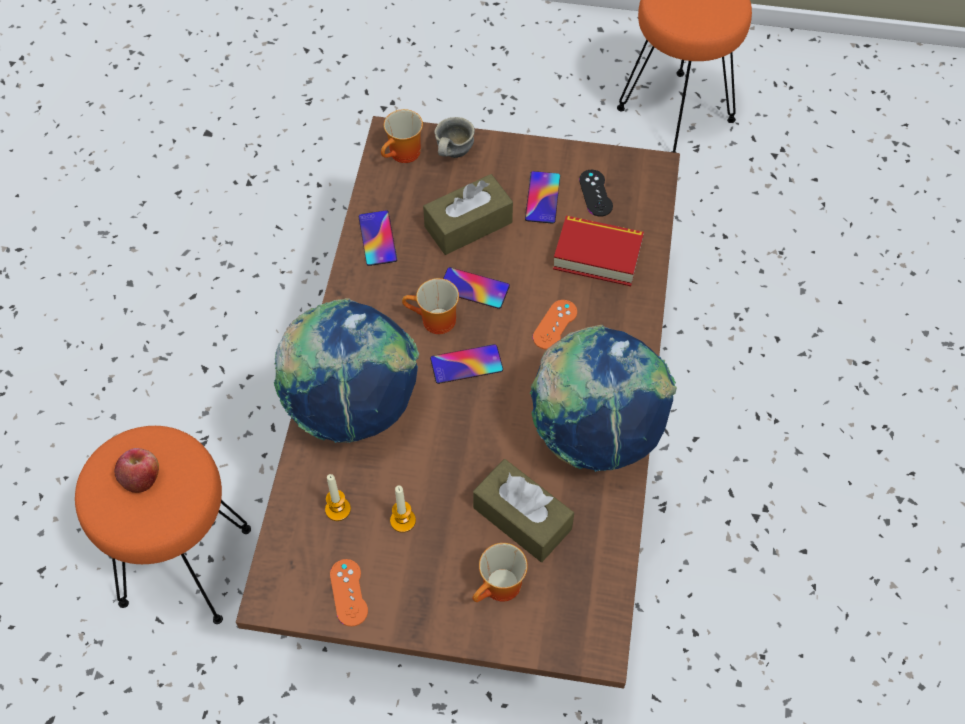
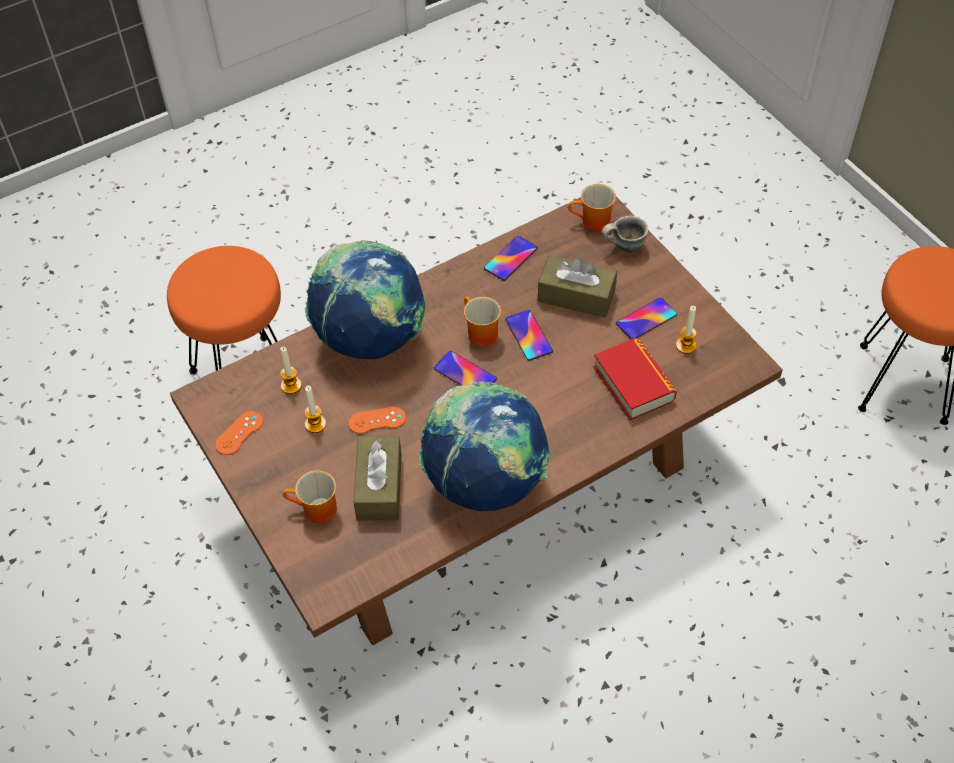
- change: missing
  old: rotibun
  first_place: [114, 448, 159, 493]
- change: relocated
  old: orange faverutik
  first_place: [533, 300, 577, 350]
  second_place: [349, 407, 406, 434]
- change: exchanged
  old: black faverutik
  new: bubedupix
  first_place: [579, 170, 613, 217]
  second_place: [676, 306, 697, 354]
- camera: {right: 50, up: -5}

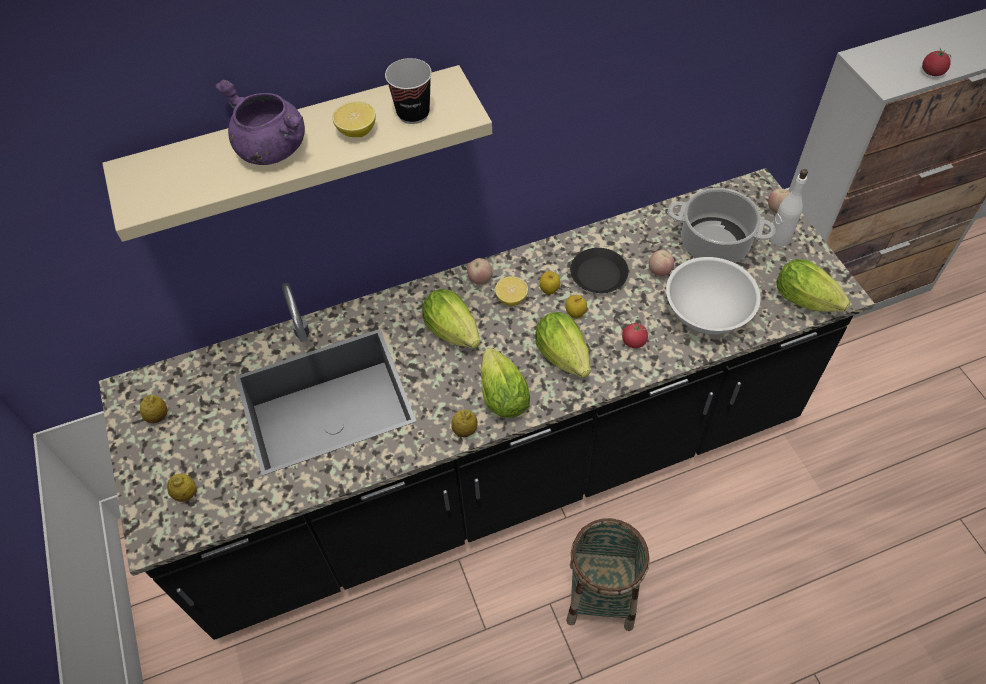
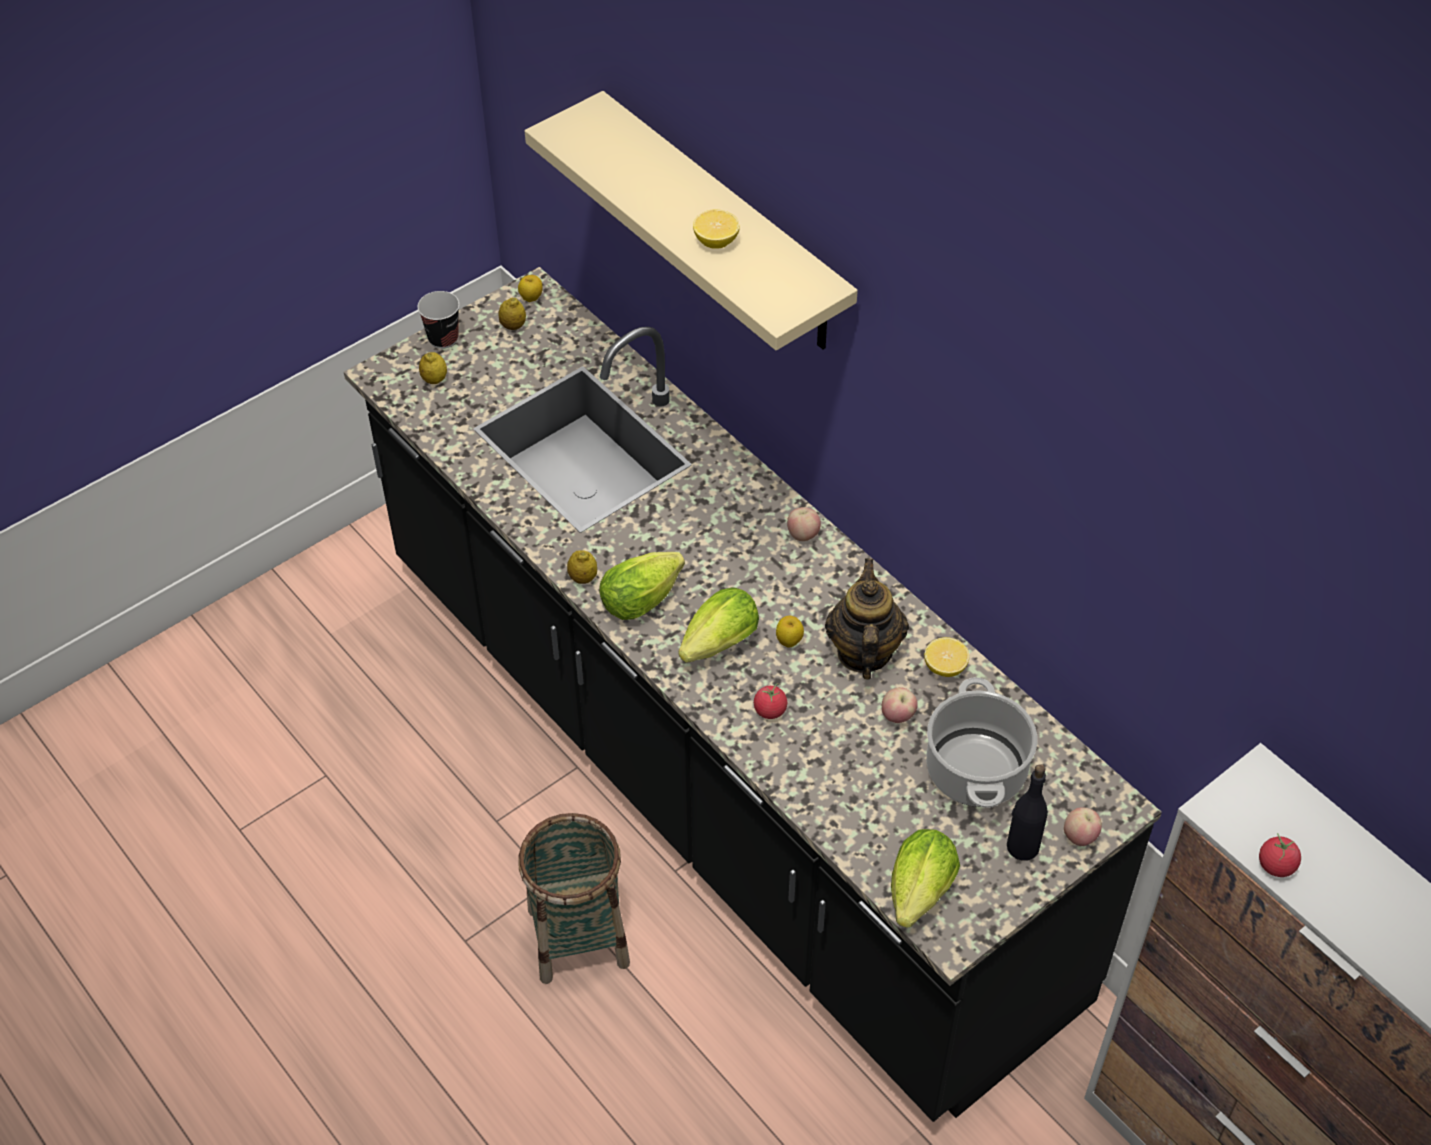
- change: missing
  old: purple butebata
  first_place: [215, 80, 305, 165]
- change: missing
  old: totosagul
  first_place: [422, 289, 480, 348]
- change: missing
  old: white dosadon
  first_place: [666, 257, 761, 335]
- change: relocated
  old: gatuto
  first_place: [385, 58, 432, 124]
  second_place: [417, 291, 459, 349]
- change: relocated
  old: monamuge
  first_place: [495, 276, 528, 306]
  second_place: [924, 637, 969, 677]
- change: relocated
  old: rotibun
  first_place: [540, 271, 560, 295]
  second_place: [518, 275, 543, 302]
- change: exchanged
  old: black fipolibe
  new: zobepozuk
  first_place: [570, 248, 629, 293]
  second_place: [825, 558, 909, 679]
- change: colour
  old: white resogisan
  new: black resogisan
  first_place: [770, 169, 808, 246]
  second_place: [1007, 764, 1048, 861]
- camera: {right: 70, up: -5}

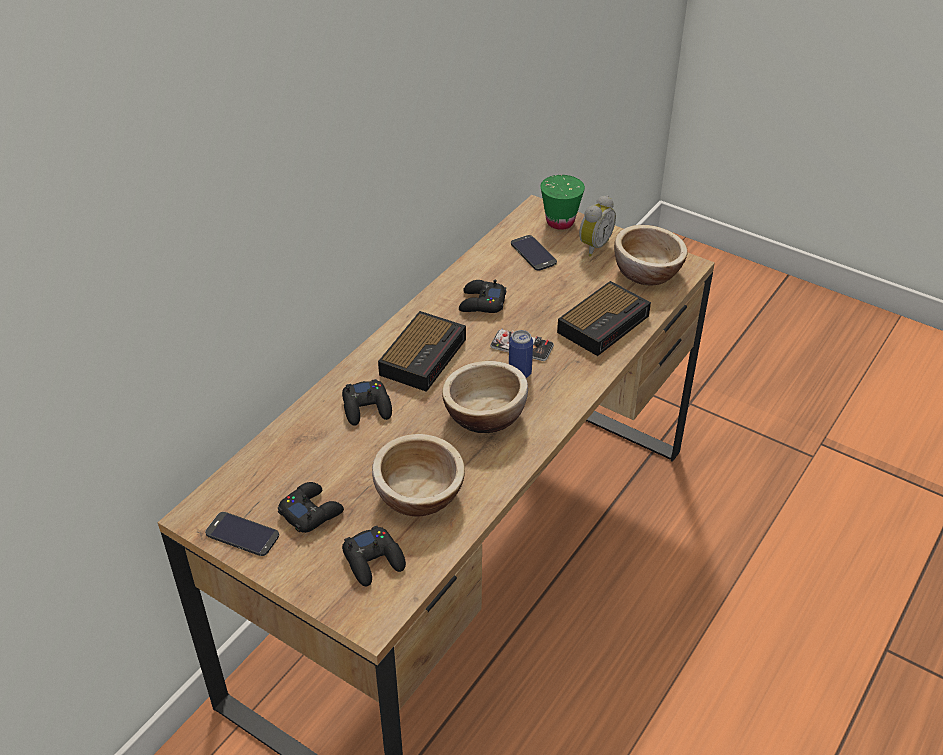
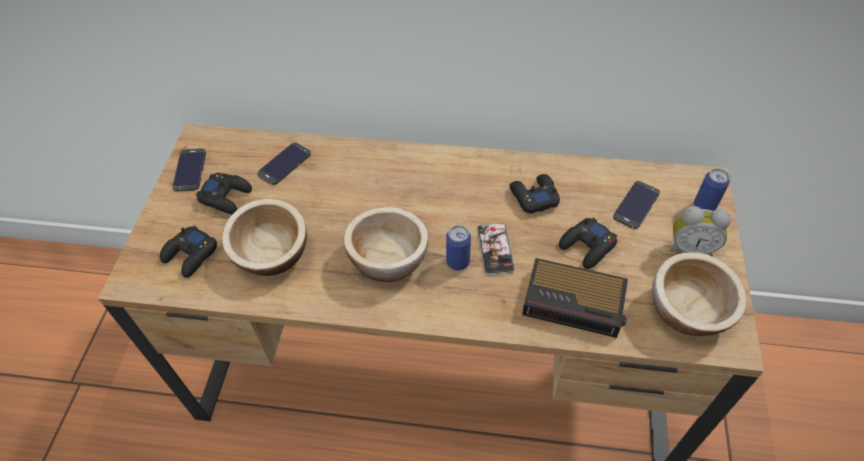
- change: missing
  old: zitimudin
  first_place: [378, 311, 466, 392]
- change: appeared
  new: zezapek
  second_place: [257, 142, 311, 185]
- change: relocated
  old: black faverutik
  first_place: [342, 379, 392, 426]
  second_place: [559, 218, 617, 269]
- change: exchanged
  old: green gatuto
  new: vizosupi
  first_place: [541, 175, 585, 230]
  second_place: [694, 168, 730, 211]
- camera: {right: 65, up: 10}

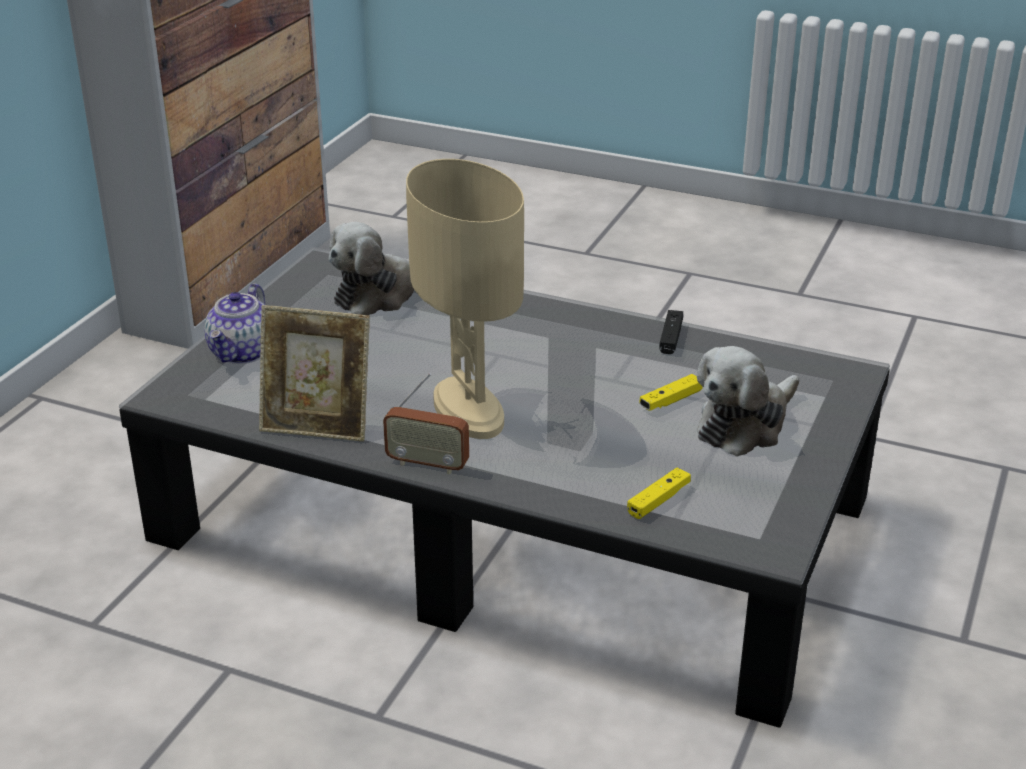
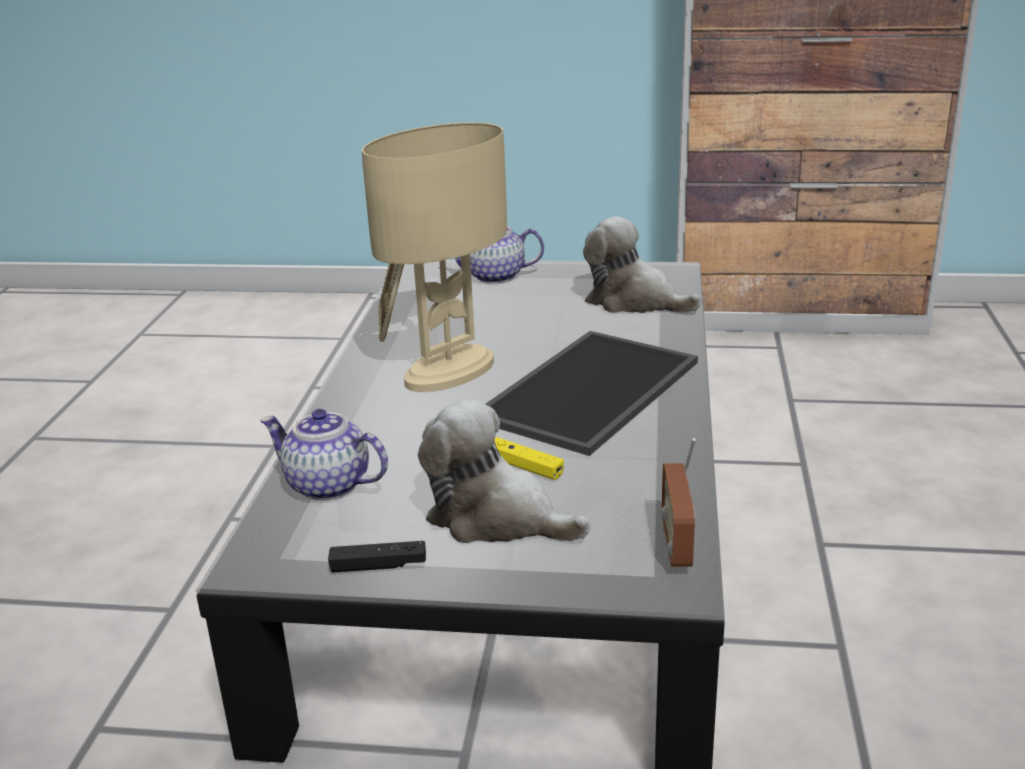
- change: appeared
  new: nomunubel
  second_place: [486, 331, 698, 456]
- change: relocated
  old: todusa
  first_place: [383, 373, 469, 475]
  second_place: [661, 438, 696, 567]
- change: relocated
  old: black faverutik
  first_place: [659, 310, 683, 354]
  second_place: [328, 541, 426, 572]
- change: exchanged
  old: yellow faverutik
  new: zobepozuk
  first_place: [627, 468, 691, 519]
  second_place: [260, 409, 388, 501]
- camera: {right: 75, up: -5}

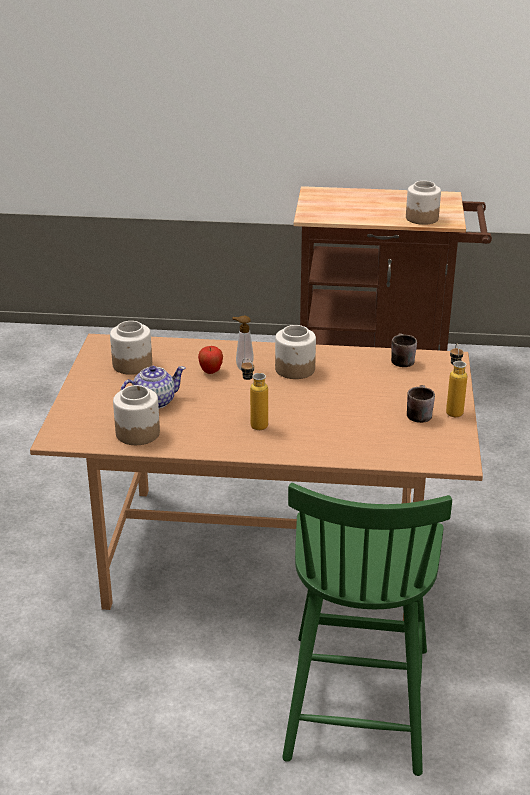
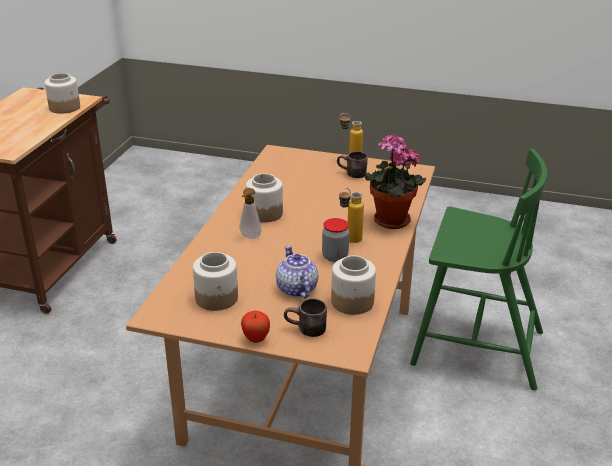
- change: appeared
  new: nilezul
  second_place: [322, 218, 350, 262]
- change: appeared
  new: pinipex
  second_place: [365, 134, 426, 229]
- change: relocated
  old: rotibun
  first_place: [198, 346, 223, 374]
  second_place: [241, 311, 270, 343]
- change: relocated
  old: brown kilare
  first_place: [391, 333, 417, 367]
  second_place: [284, 298, 327, 337]
- camera: {right: -80, up: 0}

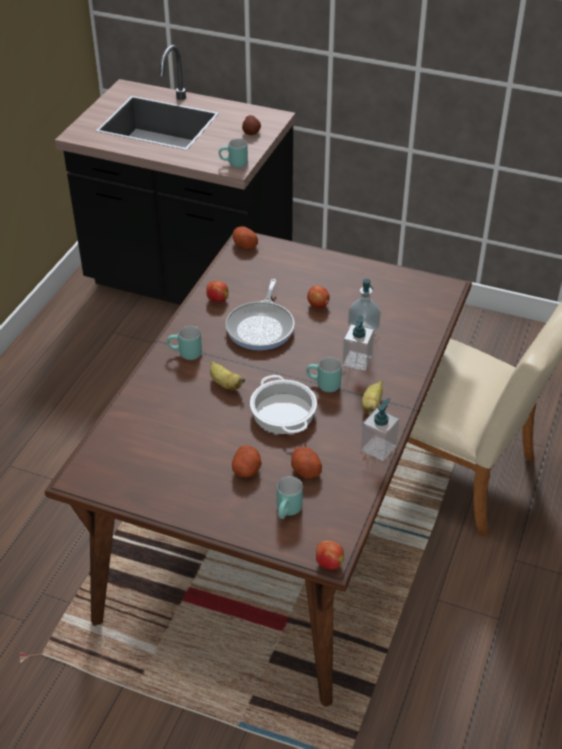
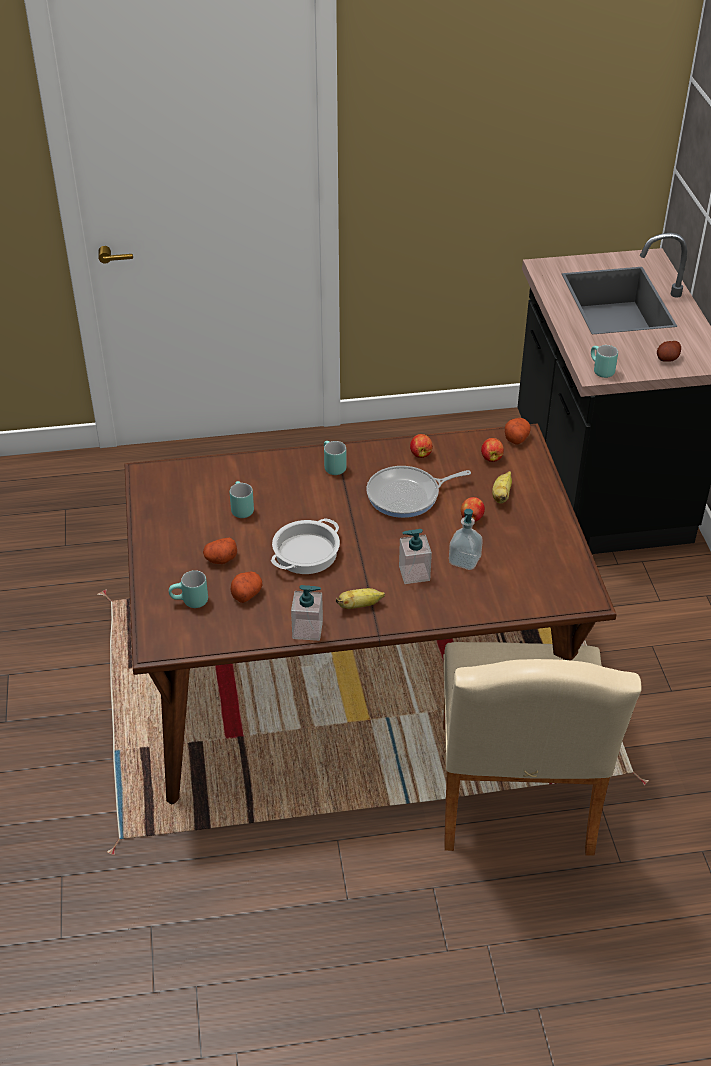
- change: relocated
  old: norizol
  first_place: [210, 361, 245, 390]
  second_place: [492, 471, 512, 504]
- change: relocated
  old: turquoise kilare
  first_place: [306, 357, 342, 392]
  second_place: [230, 481, 254, 518]
- change: relocated
  old: rotibun
  first_place: [316, 541, 344, 570]
  second_place: [481, 438, 504, 462]
- camera: {right: 60, up: 0}

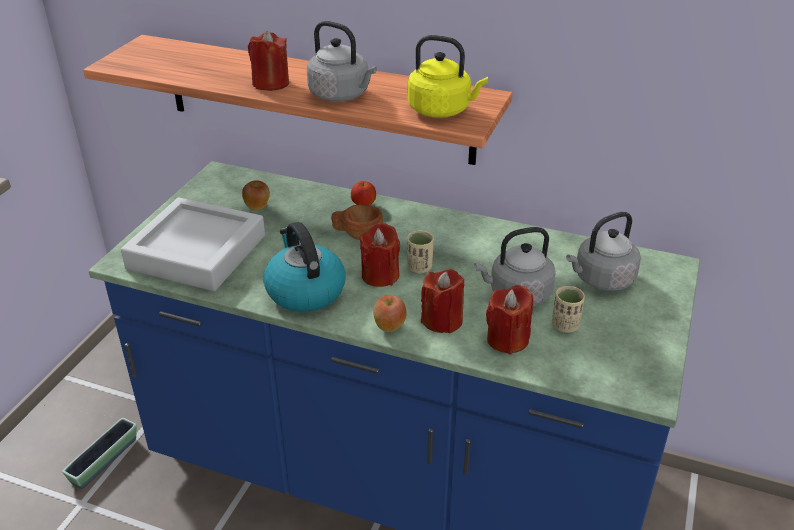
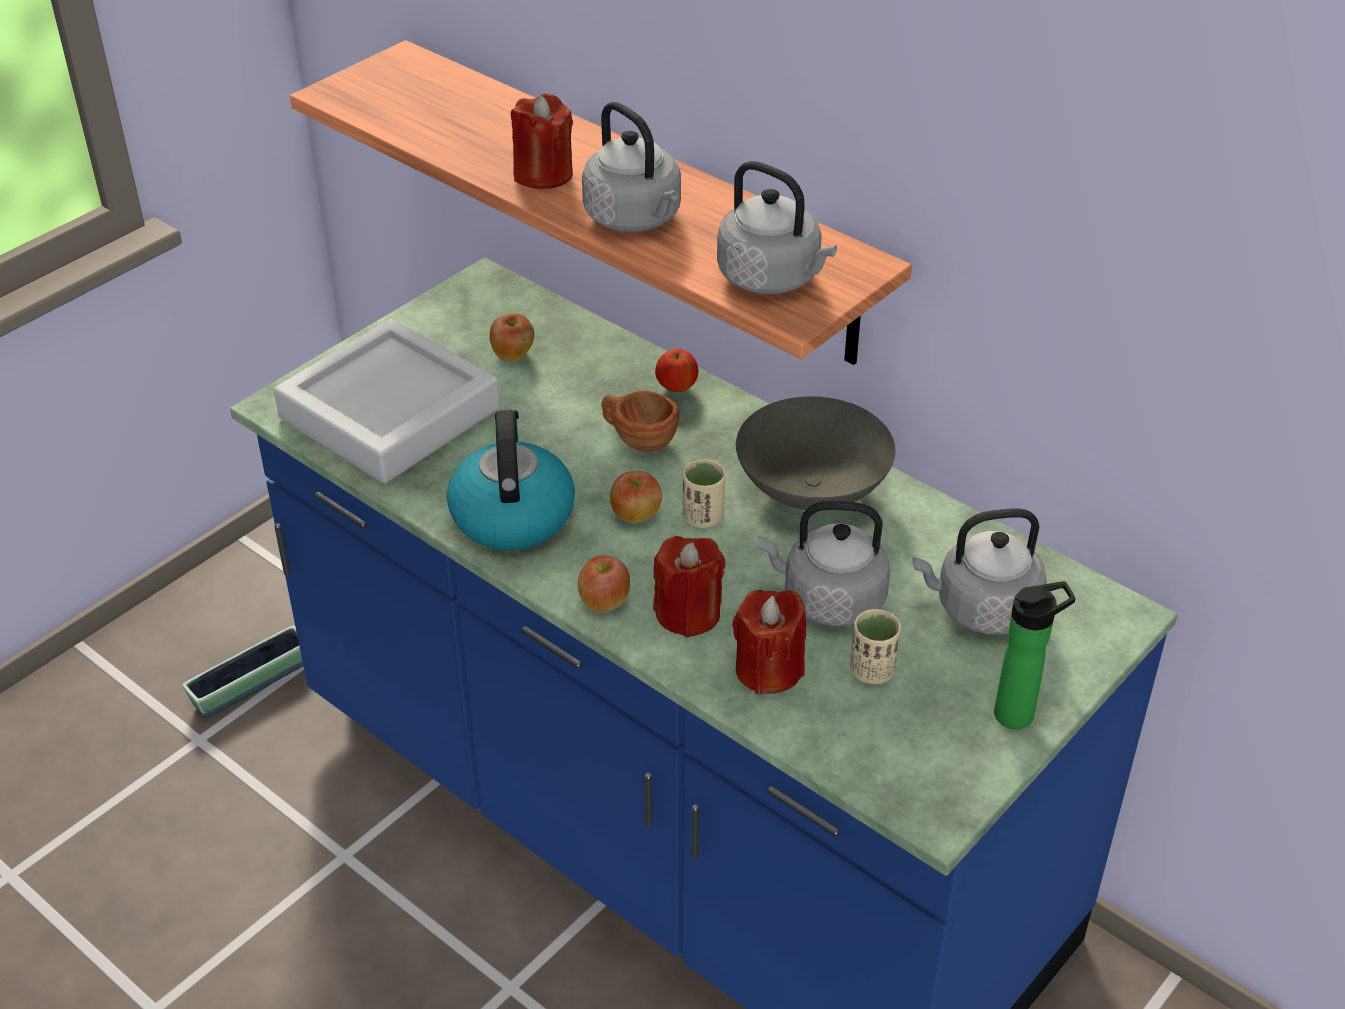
- change: appeared
  new: grey dosadon
  second_place: [736, 396, 896, 511]
- change: appeared
  new: resogisan
  second_place: [994, 581, 1075, 729]
- change: exchanged
  old: red bubedupix
  new: rotibun
  first_place: [360, 223, 400, 287]
  second_place: [610, 471, 662, 524]
- change: colour
  old: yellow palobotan
  new: grey palobotan
  first_place: [408, 35, 488, 118]
  second_place: [717, 161, 837, 294]
- camera: {right: 20, up: 5}

